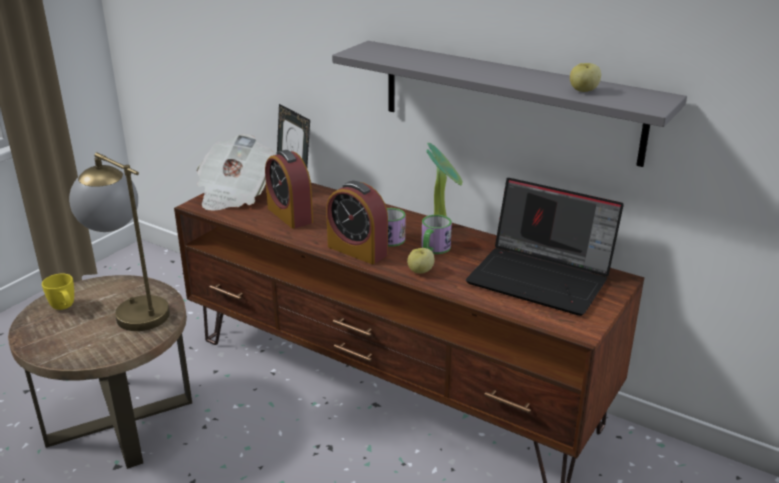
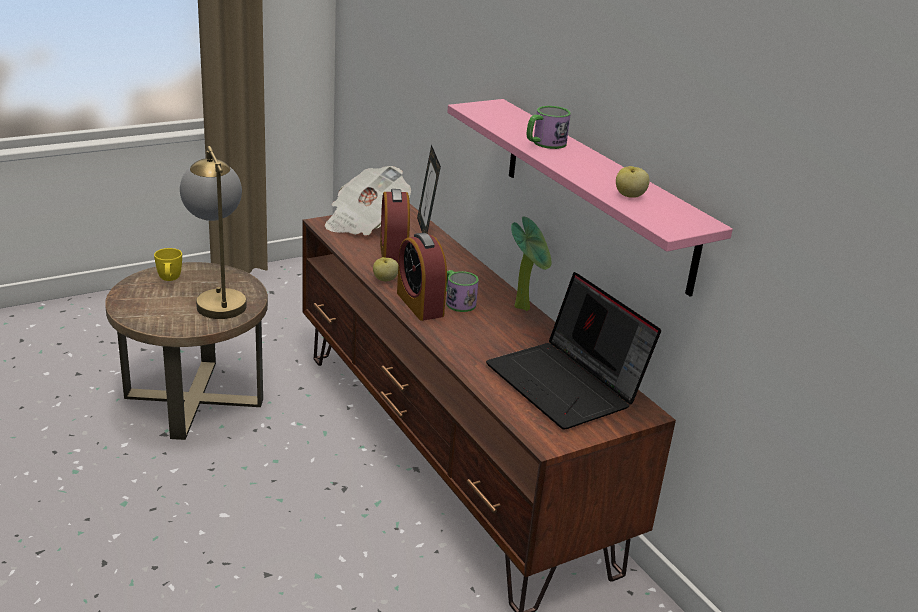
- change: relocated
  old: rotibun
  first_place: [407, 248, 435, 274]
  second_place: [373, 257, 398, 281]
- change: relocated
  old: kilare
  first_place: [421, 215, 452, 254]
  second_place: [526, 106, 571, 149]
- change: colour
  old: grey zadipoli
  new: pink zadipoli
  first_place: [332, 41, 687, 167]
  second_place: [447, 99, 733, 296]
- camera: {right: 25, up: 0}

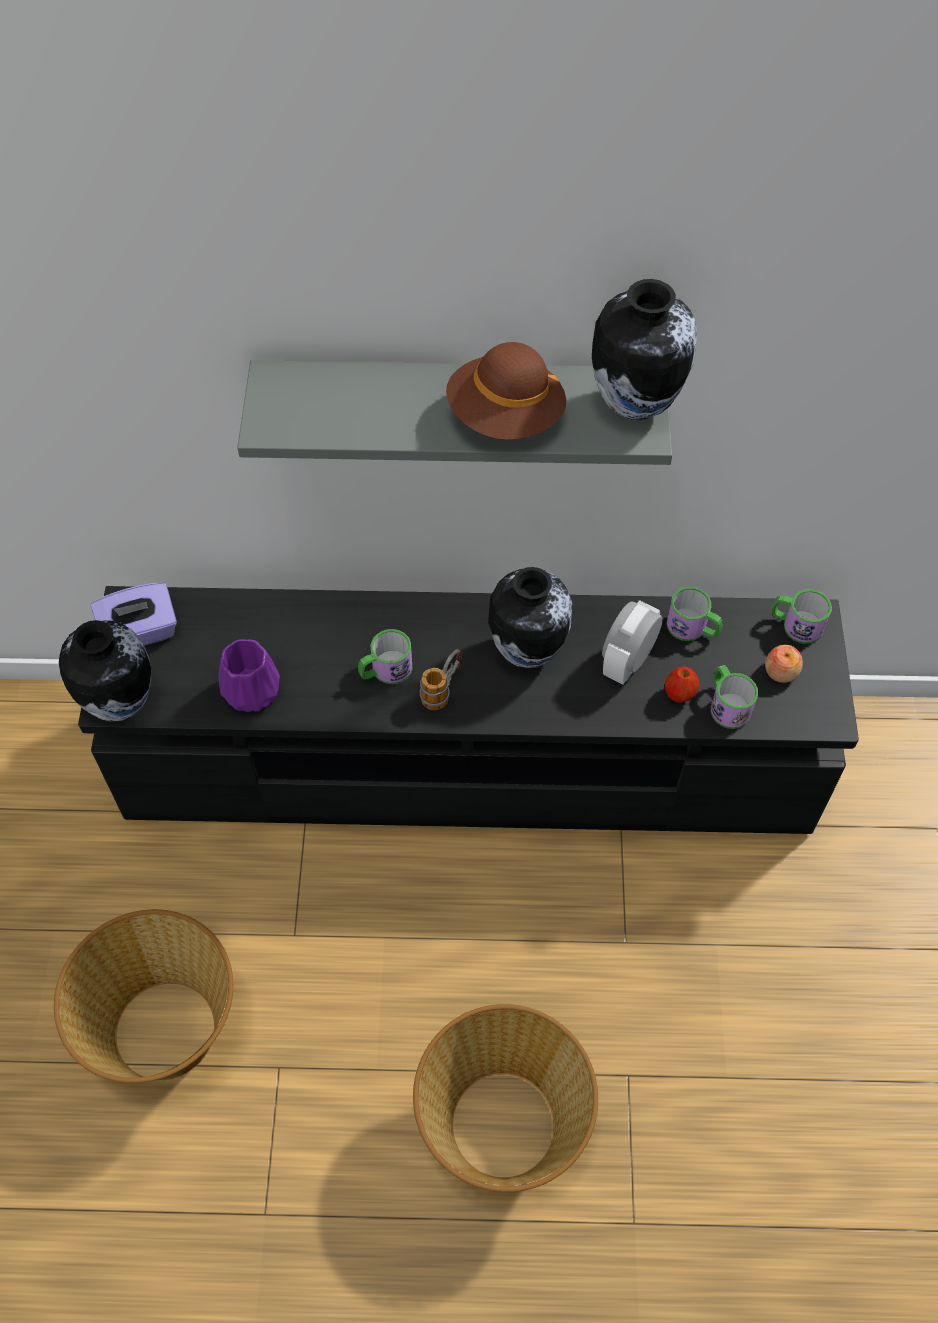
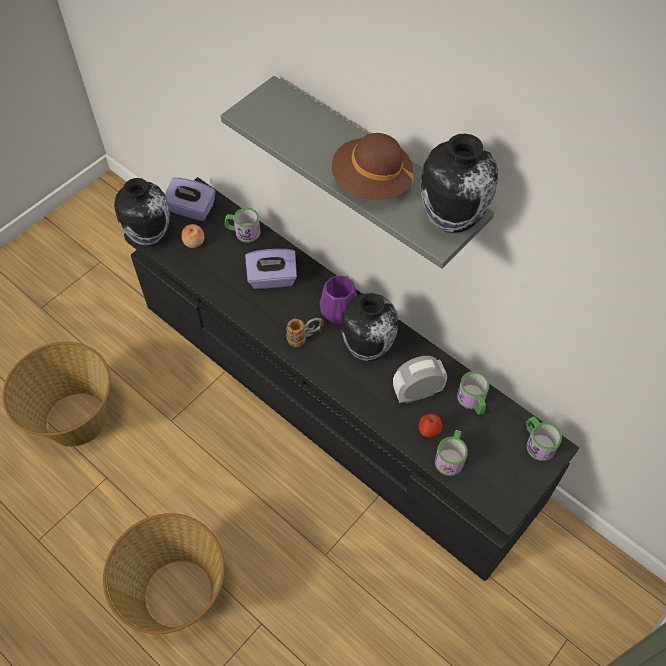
- change: appeared
  new: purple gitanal
  second_place: [245, 249, 297, 289]
- change: relocated
  old: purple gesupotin
  first_place: [218, 639, 280, 712]
  second_place: [320, 276, 357, 324]
- change: relocated
  old: kilare
  first_place: [358, 629, 412, 684]
  second_place: [225, 208, 260, 243]
- change: relocated
  old: rotibun
  first_place: [765, 645, 803, 683]
  second_place: [181, 224, 204, 248]
- camera: {right: 40, up: 0}

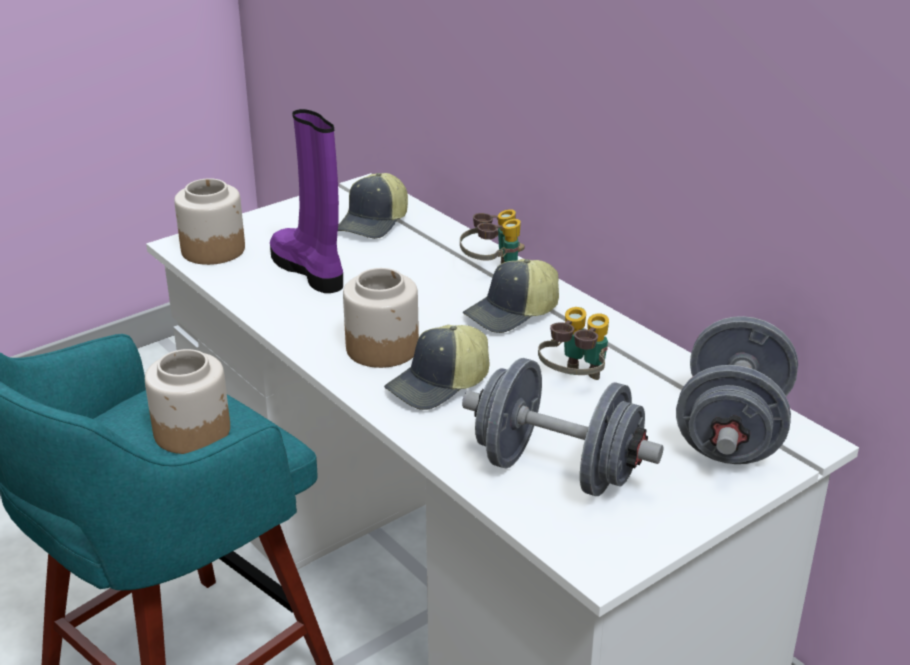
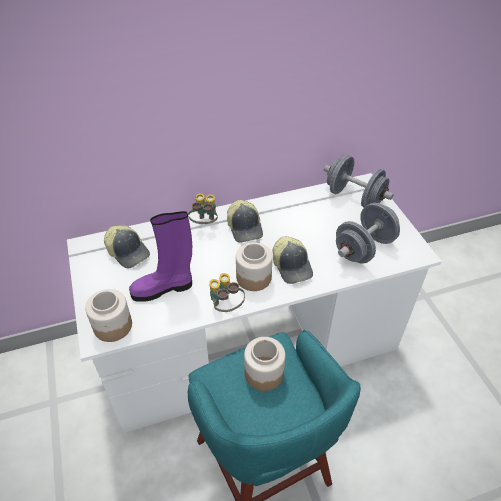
- change: relocated
  old: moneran
  first_place: [538, 307, 609, 380]
  second_place: [209, 273, 245, 312]
- camera: {right: -70, up: 15}

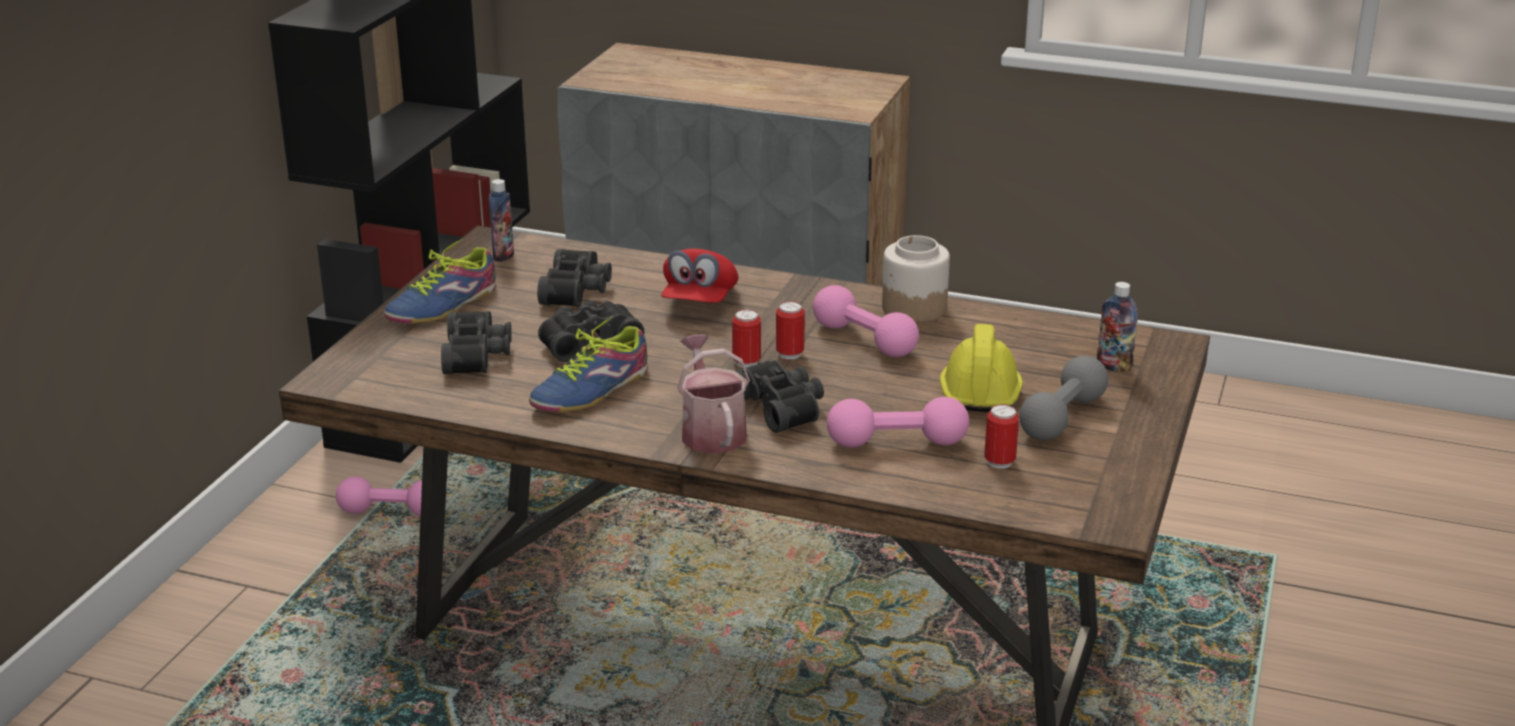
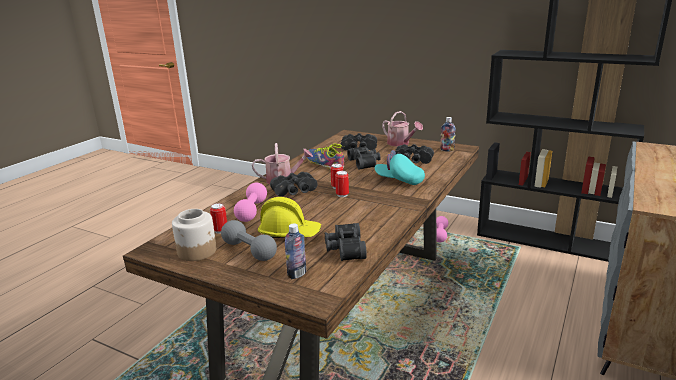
- change: missing
  old: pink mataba
  first_place: [813, 285, 919, 357]
- change: appeared
  new: black moneran
  second_place: [325, 223, 367, 261]
- change: relocated
  old: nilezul
  first_place: [882, 235, 950, 322]
  second_place: [172, 209, 217, 261]
- change: exchanged
  old: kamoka
  new: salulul
  first_place: [384, 238, 496, 323]
  second_place: [382, 111, 423, 147]
- change: colour
  old: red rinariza
  new: turquoise rinariza
  first_place: [662, 248, 739, 303]
  second_place: [375, 150, 425, 185]
- camera: {right: 100, up: -5}

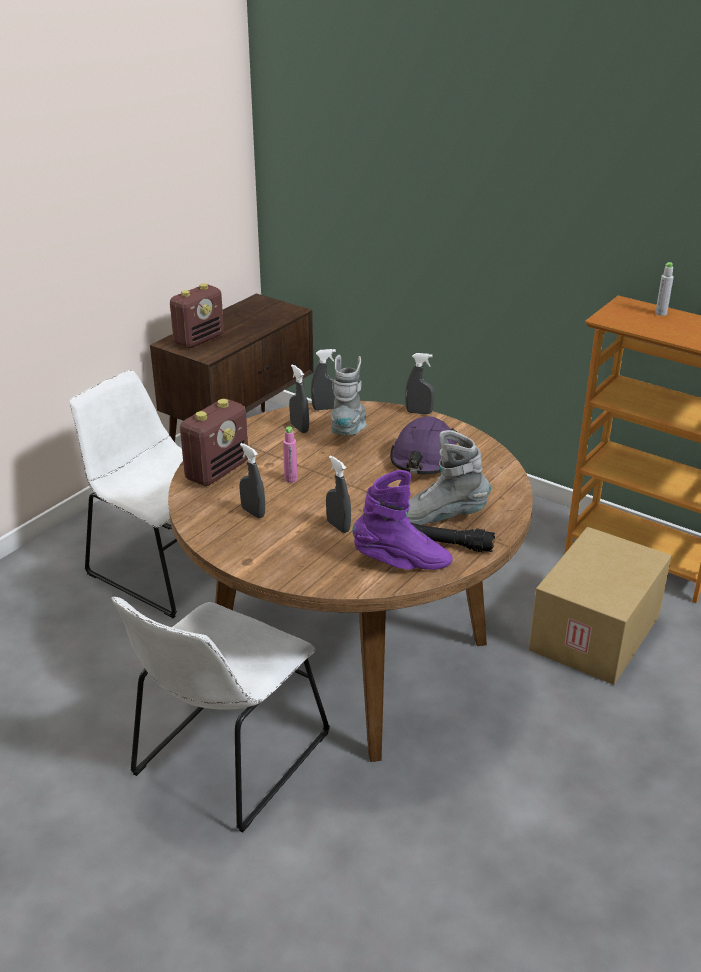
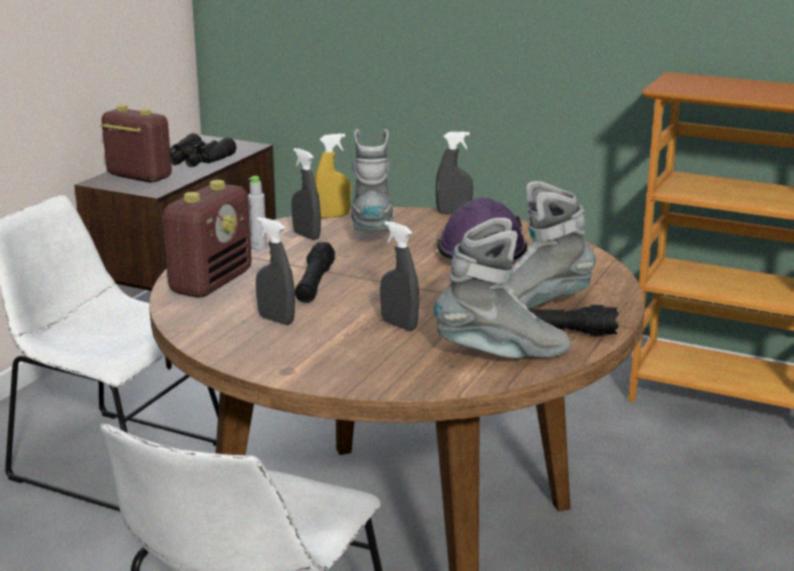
- change: missing
  old: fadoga
  first_place: [529, 527, 671, 685]
- change: appeared
  new: black moneran
  second_place: [170, 133, 236, 167]
- change: relocated
  old: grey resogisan
  first_place: [655, 262, 674, 316]
  second_place: [248, 176, 267, 251]
- change: exchanged
  old: pink resogisan
  new: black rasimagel
  first_place: [283, 427, 297, 483]
  second_place: [295, 242, 335, 303]
- change: colour
  old: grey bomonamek
  new: yellow bomonamek
  first_place: [311, 349, 336, 410]
  second_place: [315, 133, 351, 218]
- change: colour
  old: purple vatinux
  new: grey vatinux
  first_place: [352, 470, 453, 570]
  second_place: [434, 218, 571, 358]
- change: spun
  old: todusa
  first_place: [170, 283, 224, 348]
  second_place: [100, 105, 172, 183]
  degrees: -90
- camera: {right: -10, up: -10}

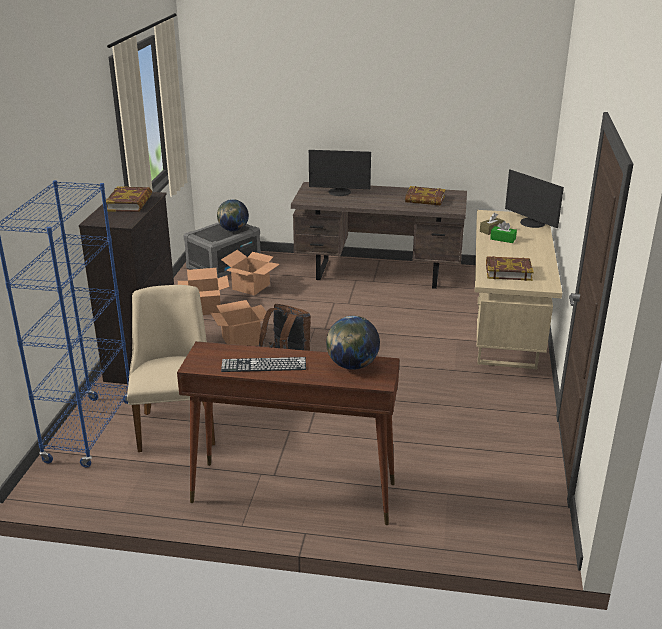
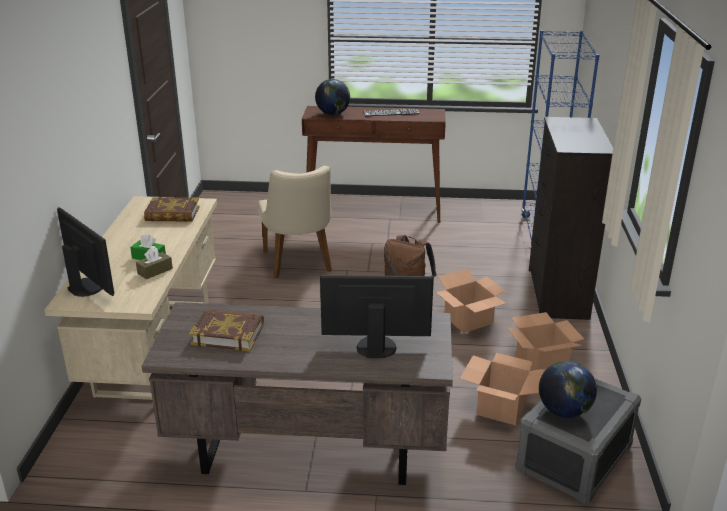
- change: missing
  old: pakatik
  first_place: [106, 186, 152, 212]
- change: relocated
  old: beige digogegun
  first_place: [127, 285, 215, 452]
  second_place: [258, 166, 332, 278]
- camera: {right: 175, up: 0}

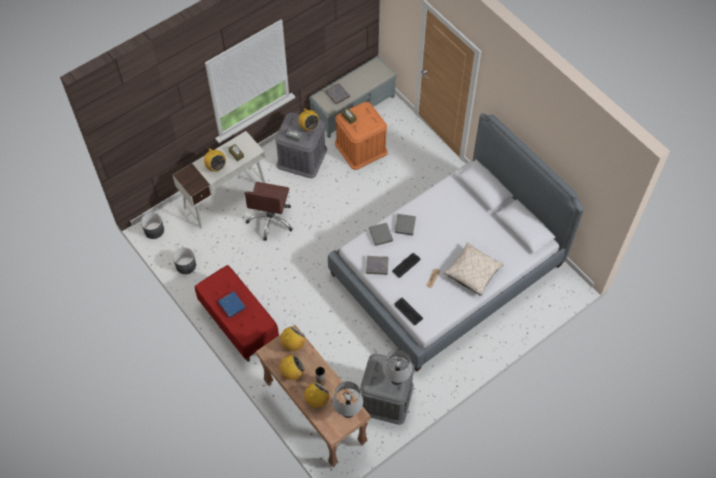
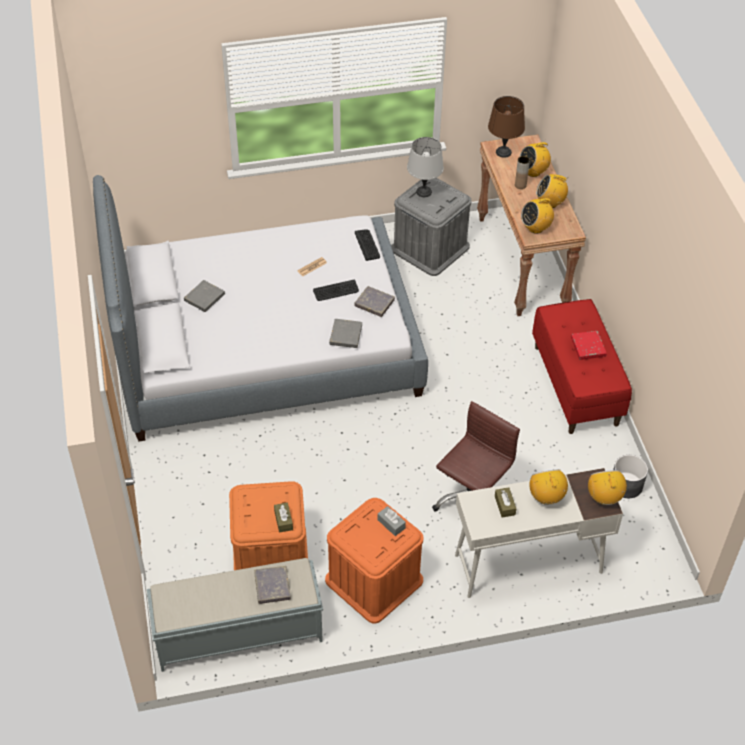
- change: missing
  old: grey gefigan
  first_place: [141, 212, 164, 239]
- change: missing
  old: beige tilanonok
  first_place: [444, 242, 504, 296]
- change: relocated
  old: todusa
  first_place: [298, 108, 319, 131]
  second_place: [588, 470, 627, 505]
- change: relocated
  old: grey pakatik
  first_place: [395, 214, 416, 235]
  second_place: [184, 280, 225, 312]
- change: colour
  old: blue pakatik
  new: red pakatik
  first_place: [218, 291, 246, 318]
  second_place: [571, 331, 607, 360]
- change: colour
  old: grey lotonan
  new: orange lotonan
  first_place: [275, 112, 327, 178]
  second_place: [325, 498, 423, 623]
- change: colour
  old: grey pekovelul
  new: brown pekovelul
  first_place: [333, 381, 363, 418]
  second_place: [488, 96, 525, 158]
- camera: {right: -155, up: -10}

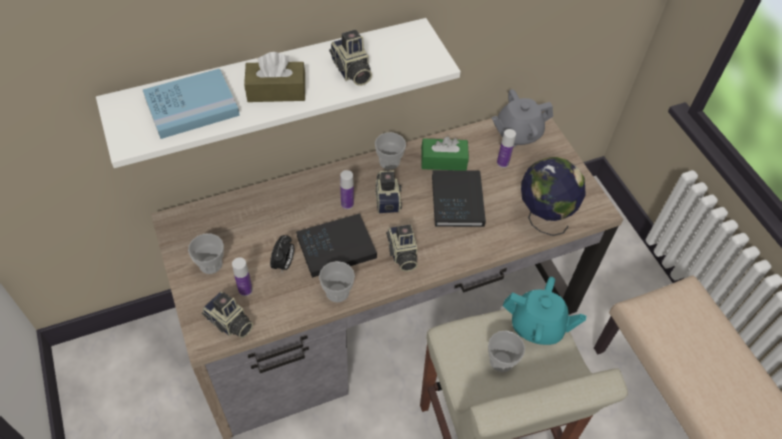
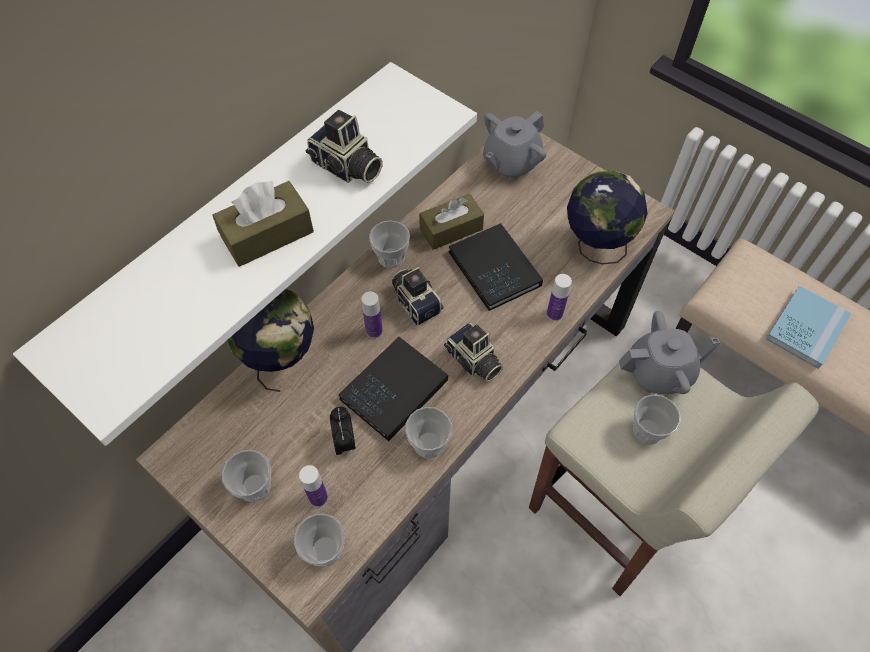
- change: appeared
  new: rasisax
  second_place: [228, 289, 314, 392]
- change: relocated
  old: blue pakatik
  first_place: [143, 68, 240, 139]
  second_place: [766, 286, 852, 369]
- change: relocated
  old: resogisan
  first_place: [497, 129, 516, 168]
  second_place: [547, 274, 572, 321]
- change: exchanged
  old: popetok
  new: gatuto
  first_place: [202, 291, 253, 338]
  second_place: [294, 514, 345, 567]
- change: colour
  old: green gitanal
  new: brown gitanal
  first_place: [421, 136, 469, 170]
  second_place: [419, 194, 484, 250]
- change: colour
  old: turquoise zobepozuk
  new: grey zobepozuk
  first_place: [503, 277, 586, 345]
  second_place: [619, 311, 720, 394]
- camera: {right: -25, up: 5}

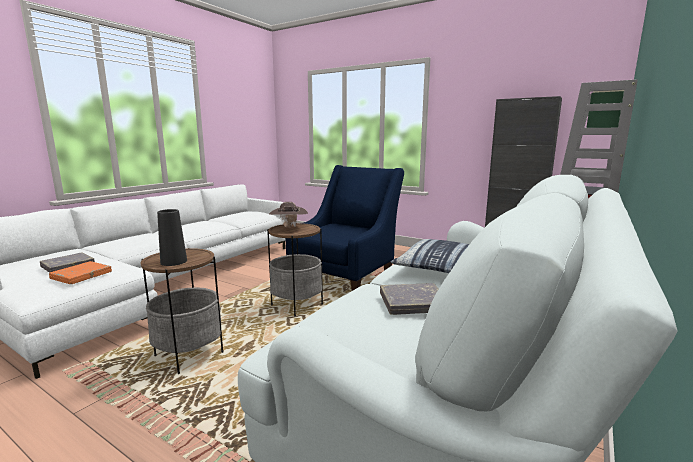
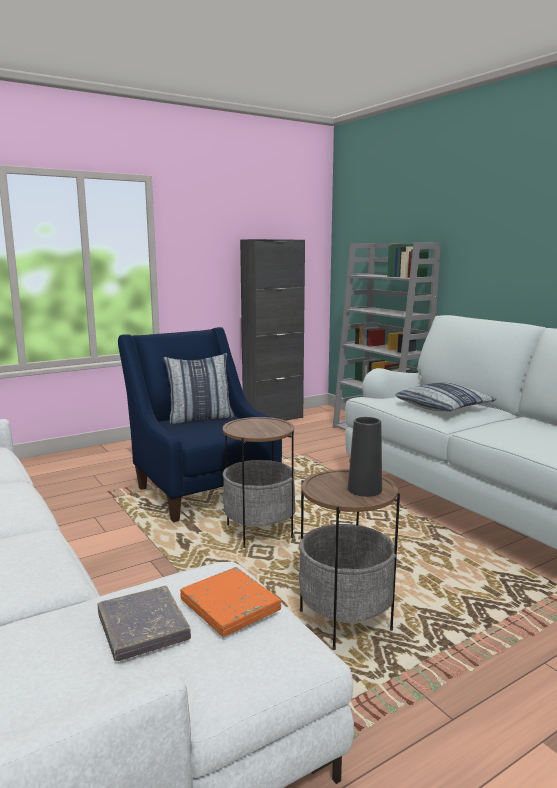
- change: missing
  old: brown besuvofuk
  first_place: [269, 202, 308, 228]
- change: missing
  old: grey pakatik
  first_place: [380, 283, 439, 315]
- change: appeared
  new: tilanonok
  second_place: [163, 353, 234, 424]
- camera: {right: -65, up: 0}

